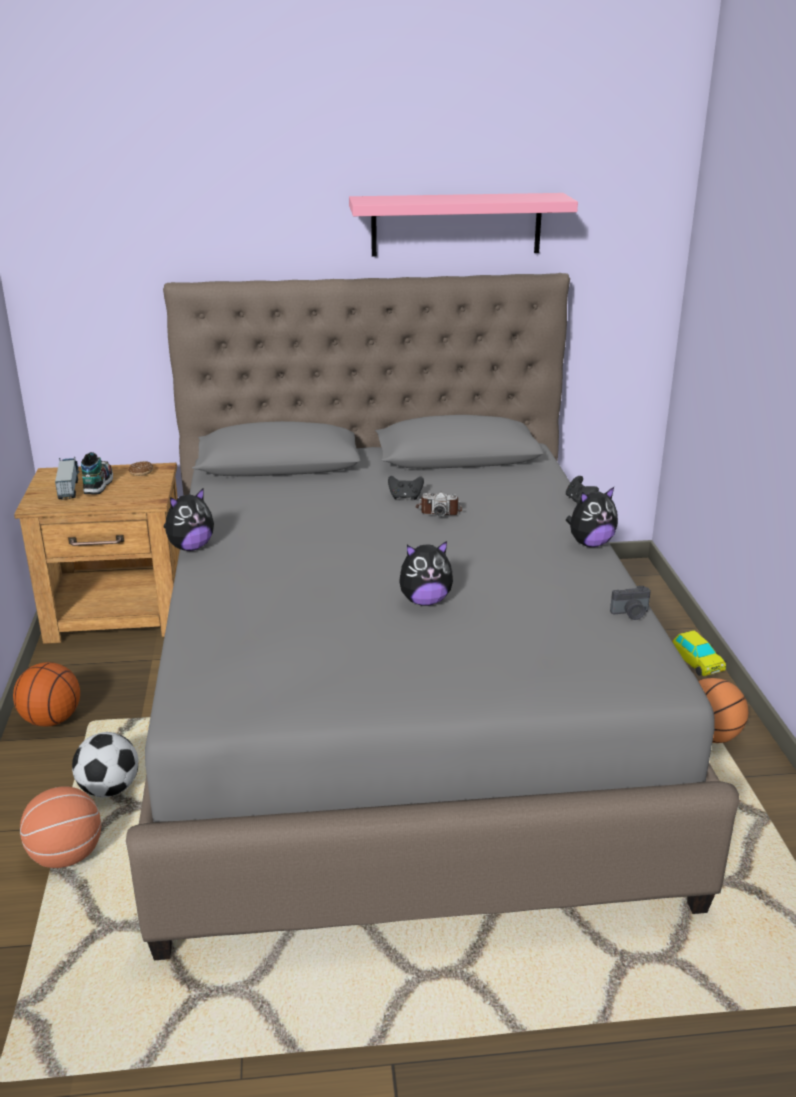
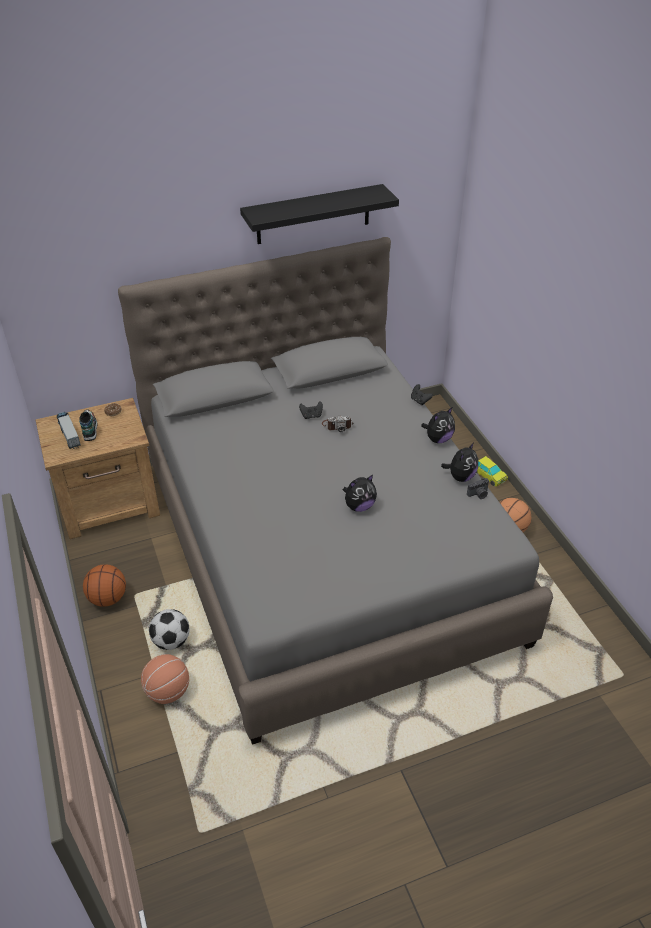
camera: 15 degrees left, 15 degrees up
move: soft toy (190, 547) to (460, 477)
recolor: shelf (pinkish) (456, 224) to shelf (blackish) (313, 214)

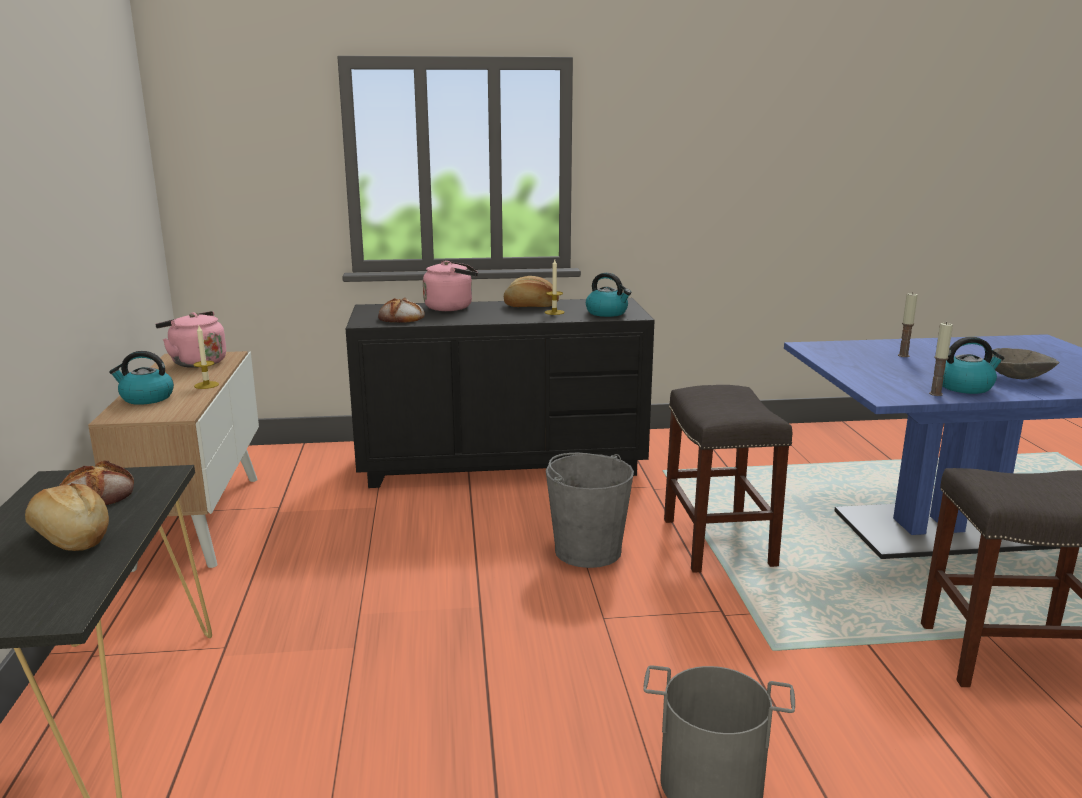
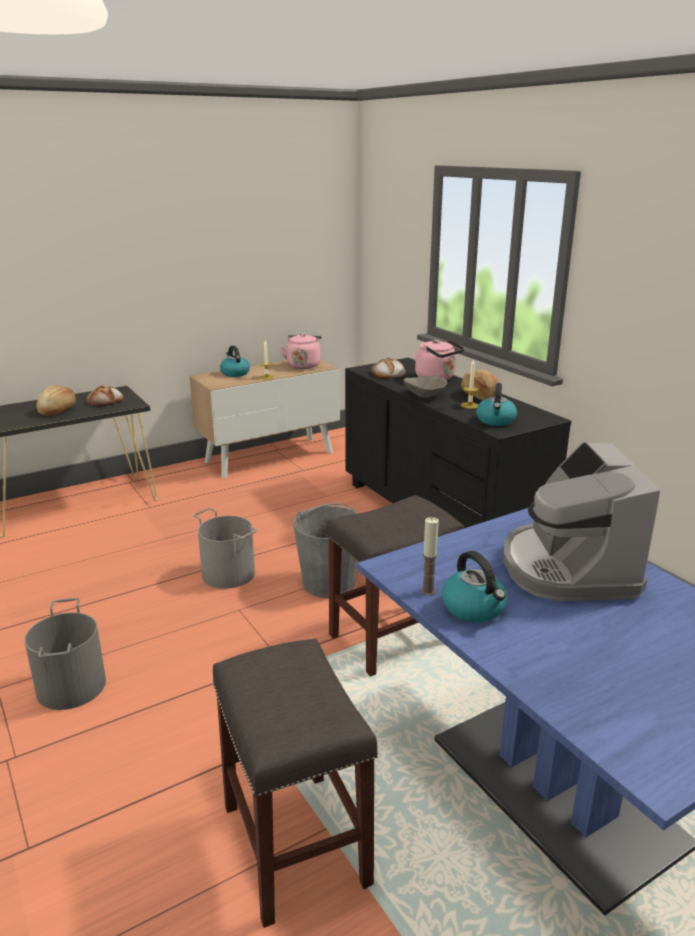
camera: 65 degrees right, 5 degrees up
insert: bucket (gray) (229, 573)
move: bowl (gray) (1017, 378) to (424, 395)
replace: wax candle (903, 355) to coffee machine (567, 568)

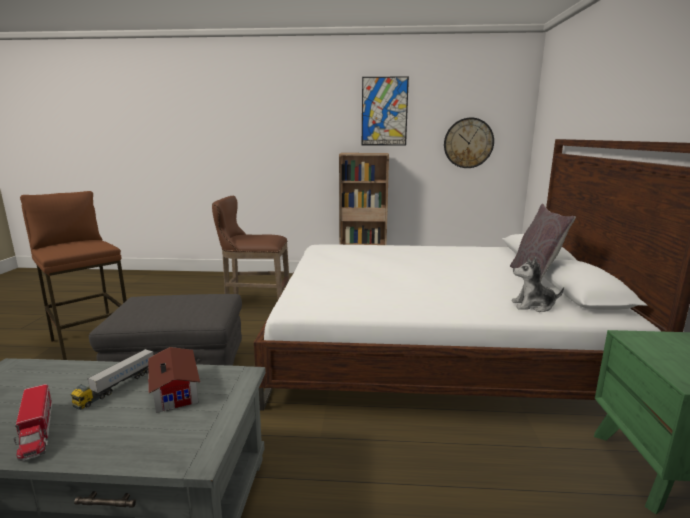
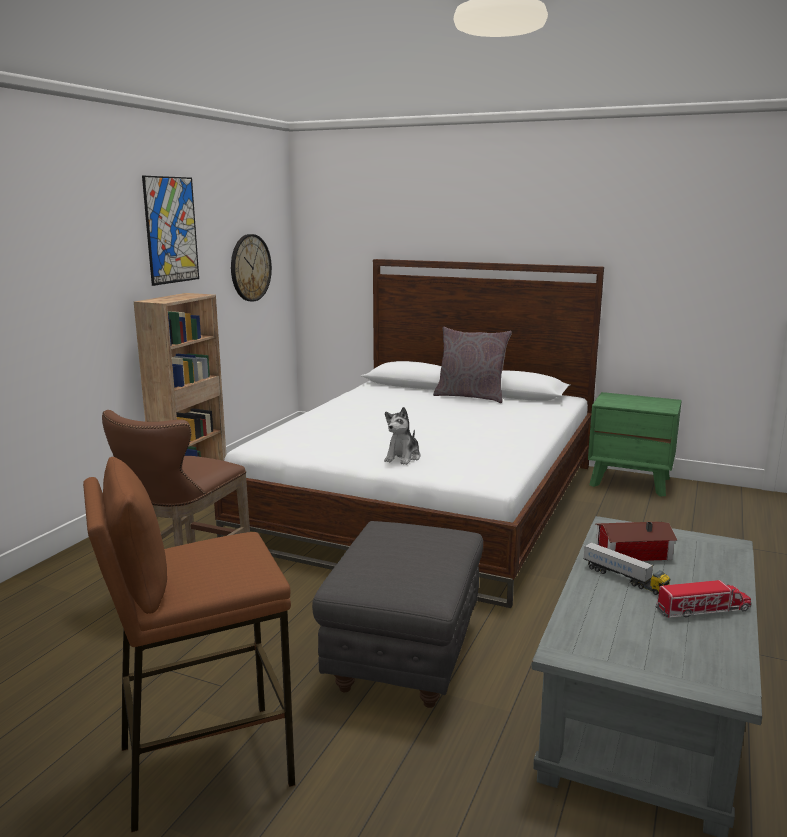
camera: 70 degrees left, 0 degrees up
move: soft toy (533, 306) to (403, 457)

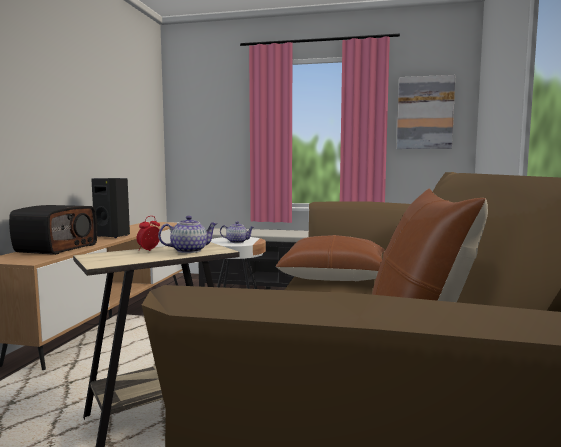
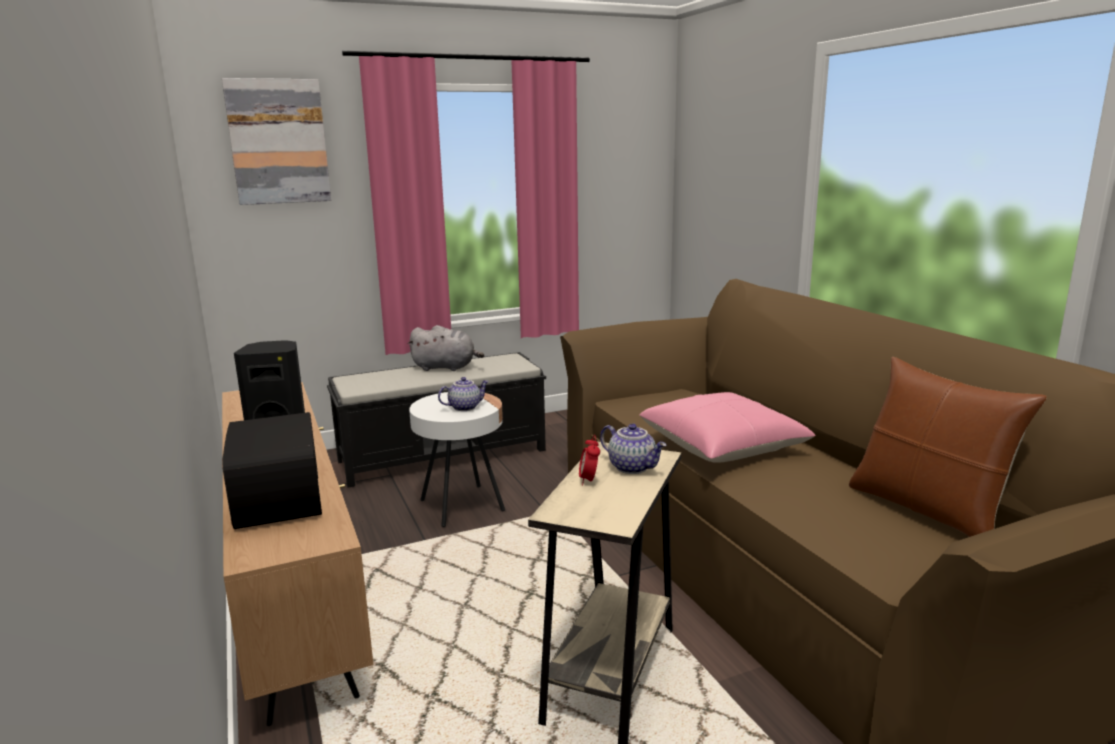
camera: 35 degrees left, 10 degrees up
insert: soft toy (gray) (446, 368)
move: picture (425, 113) to (278, 142)
recolor: throw pillow (brown-coloured) (335, 275) to throw pillow (pinkish) (722, 445)
rotate: teapot (189, 251) = (633, 467) 105 degrees clockwise

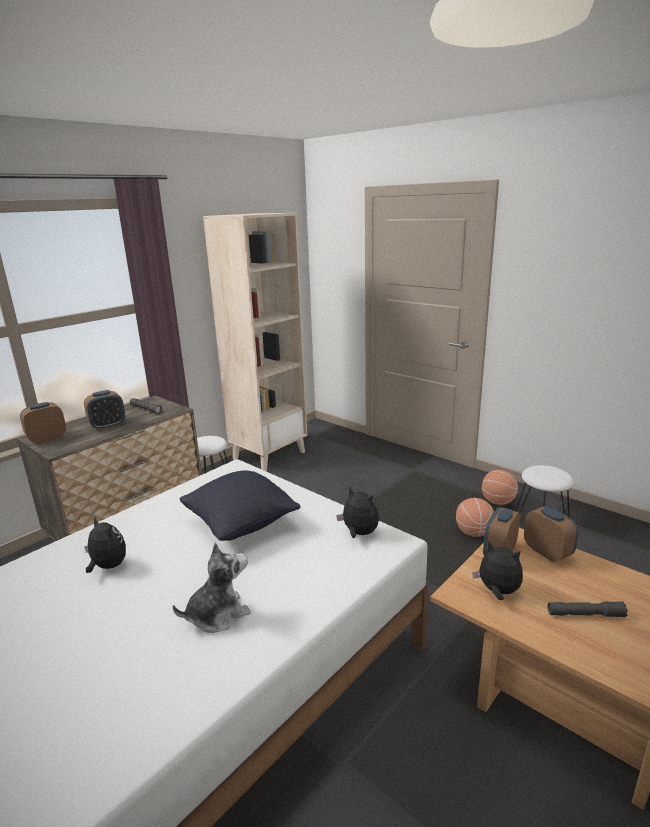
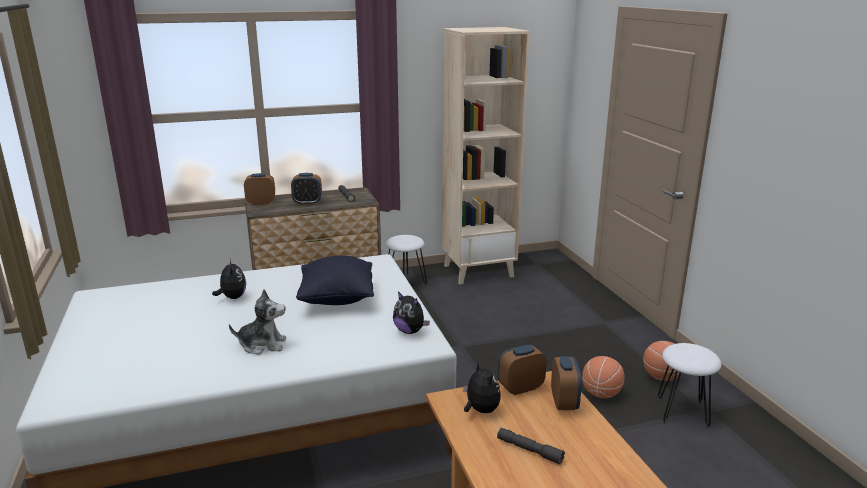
camera: 30 degrees right, 0 degrees up
rotate: soft toy (359, 533) = (410, 331) 150 degrees clockwise

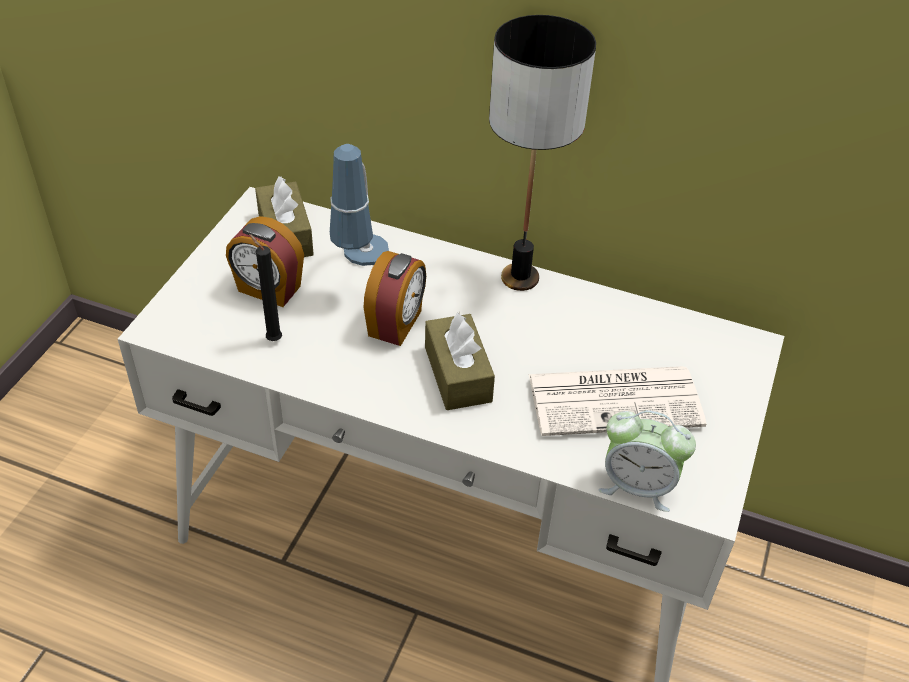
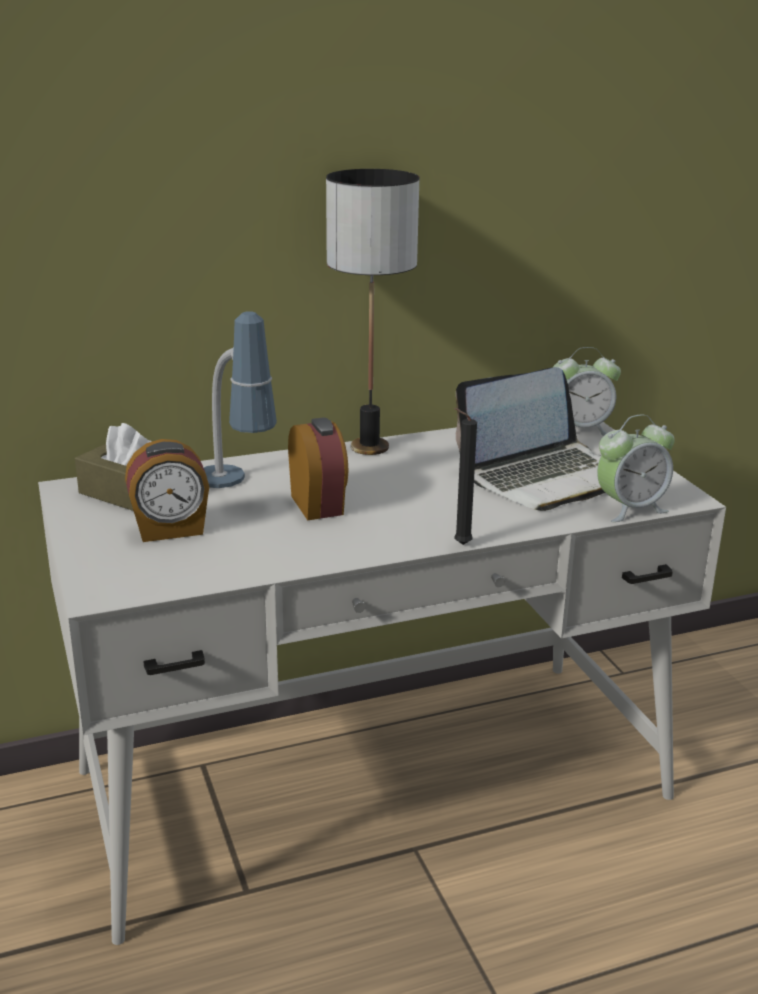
camera: 40 degrees left, 20 degrees down
delete: tissue box (brown-coloured) (458, 374)
insert: bedside clock (580, 429)
move: wax candle (blackish) (272, 339) to (459, 544)
replace: newspaper (616, 400) to laptop (544, 477)

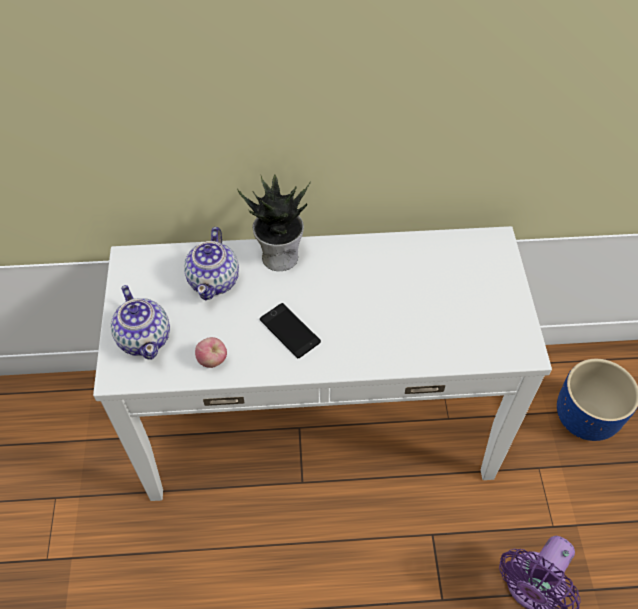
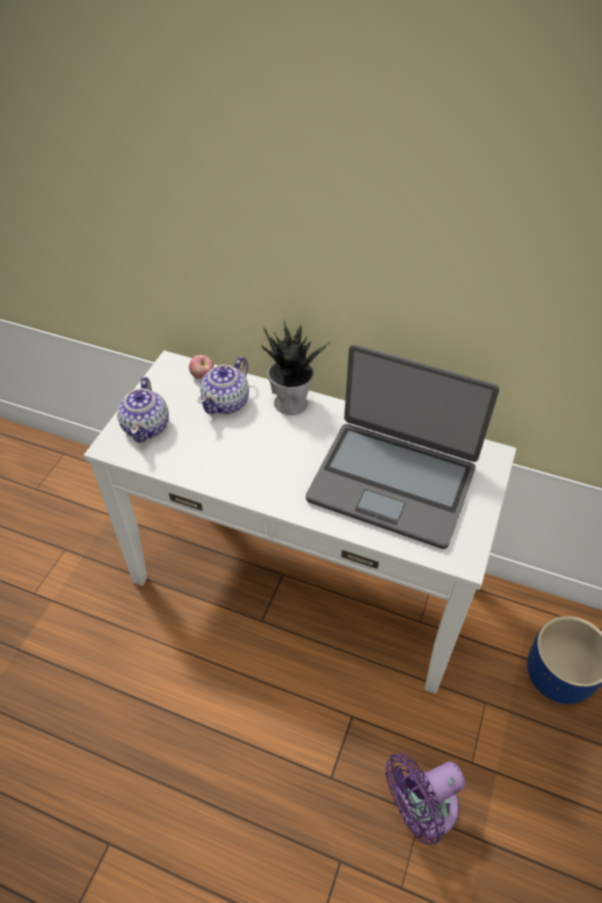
camera: 25 degrees right, 5 degrees down
delete: telephone (290, 331)
insert: laptop (392, 482)
move: apple (212, 360) to (202, 376)

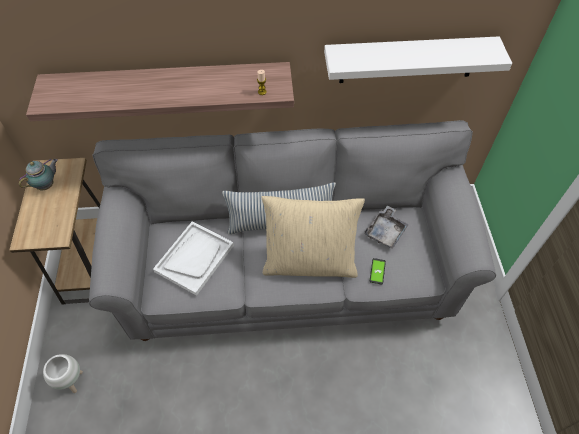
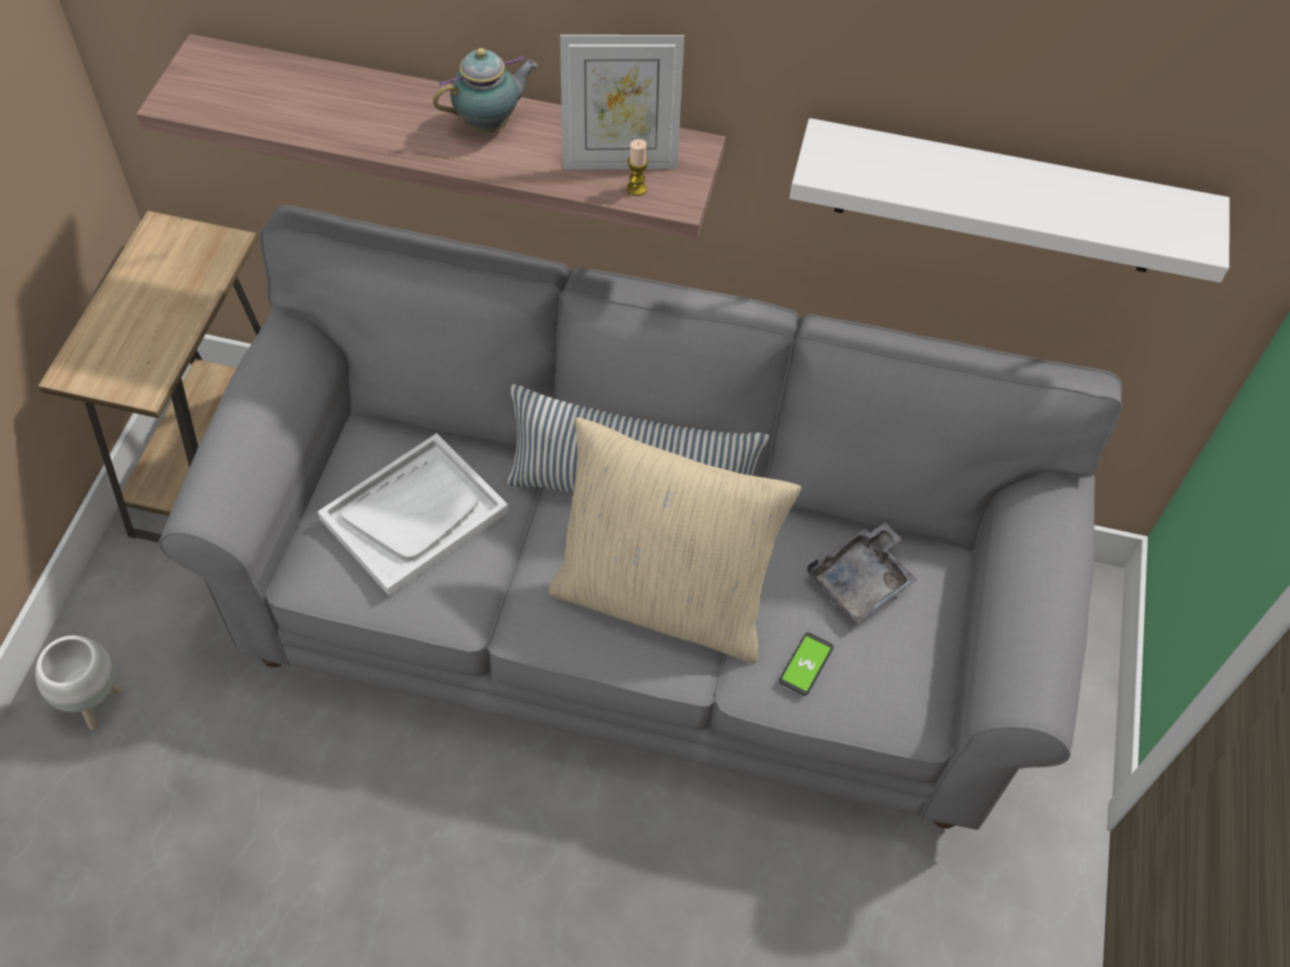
camera: 15 degrees right, 0 degrees up
insert: standing frame (619, 160)
move: teapot (47, 185) to (490, 125)

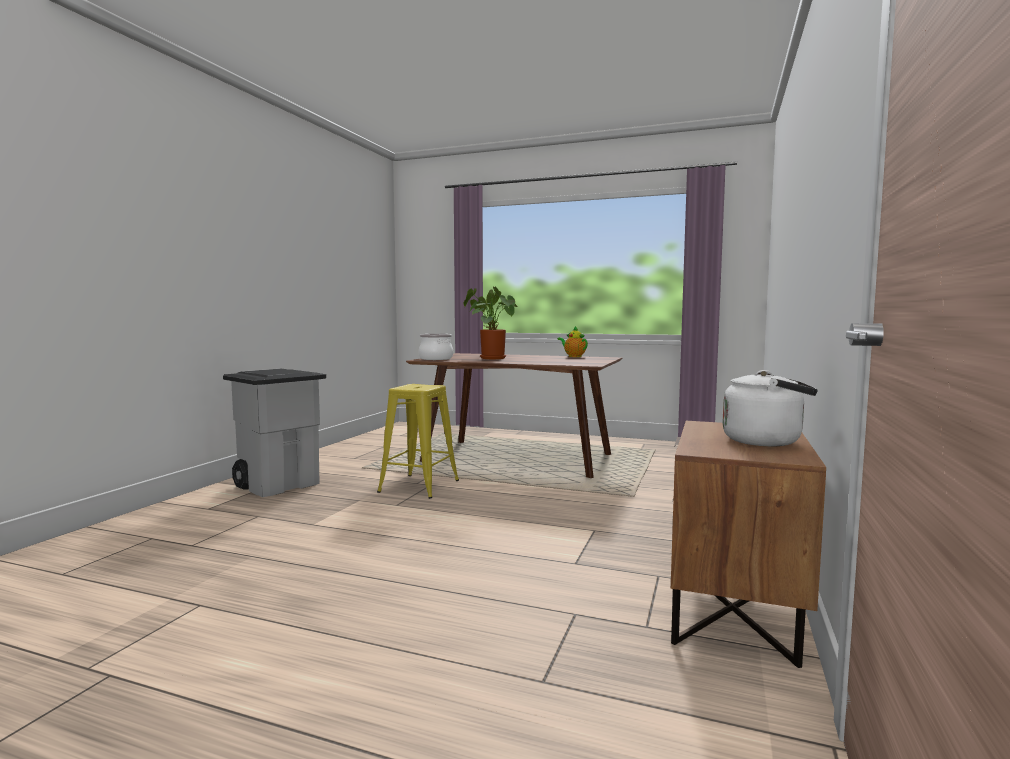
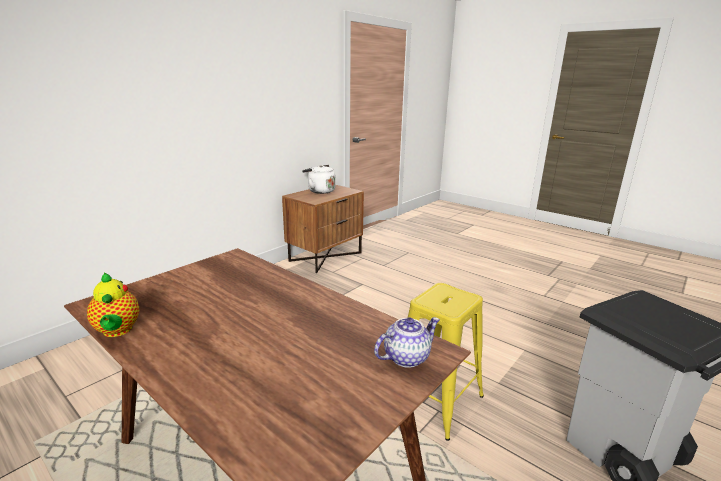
camera: 160 degrees left, 15 degrees up
delete: houseplant (490, 358)
replace: stockpot (436, 359) to teapot (406, 357)

